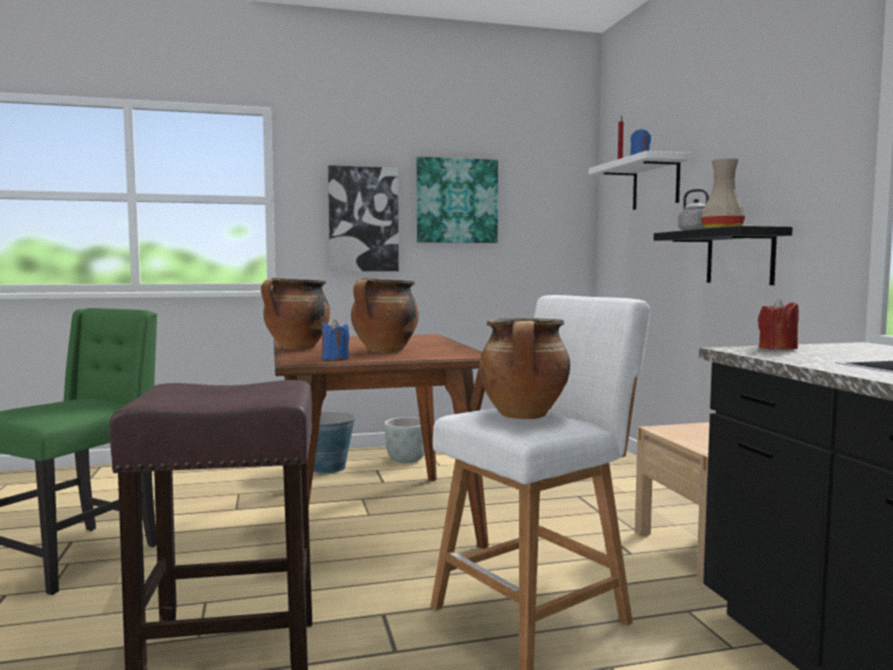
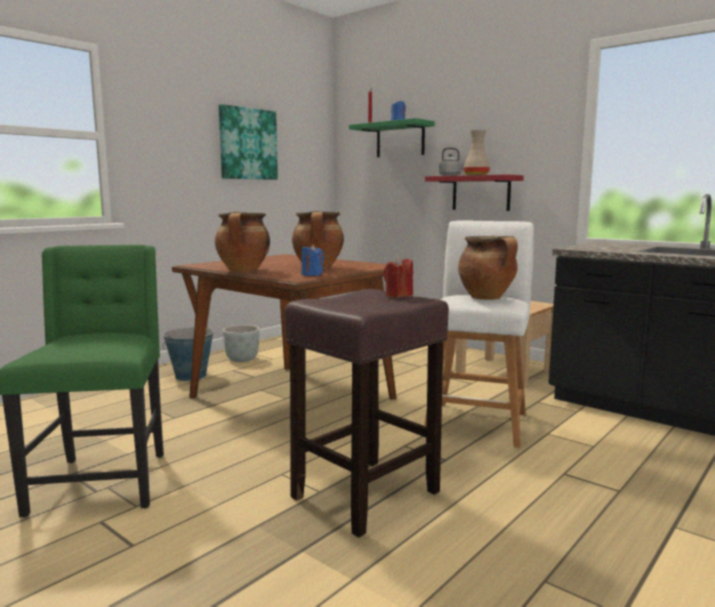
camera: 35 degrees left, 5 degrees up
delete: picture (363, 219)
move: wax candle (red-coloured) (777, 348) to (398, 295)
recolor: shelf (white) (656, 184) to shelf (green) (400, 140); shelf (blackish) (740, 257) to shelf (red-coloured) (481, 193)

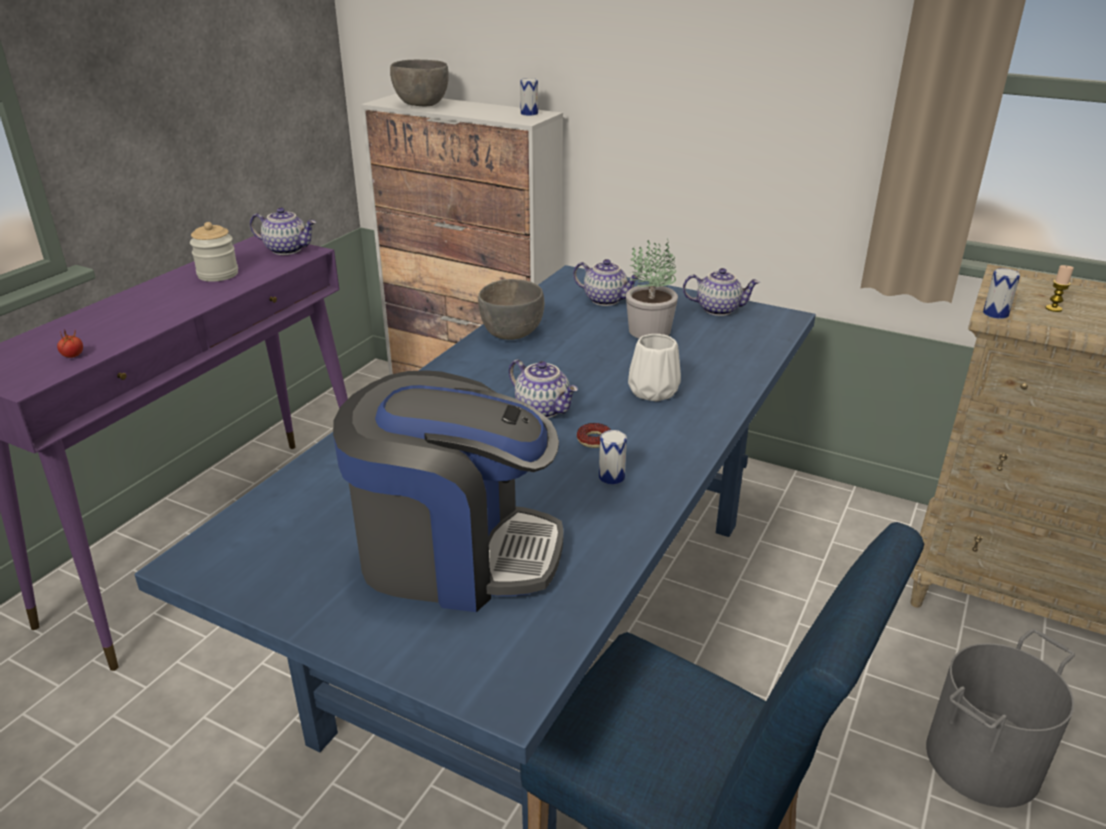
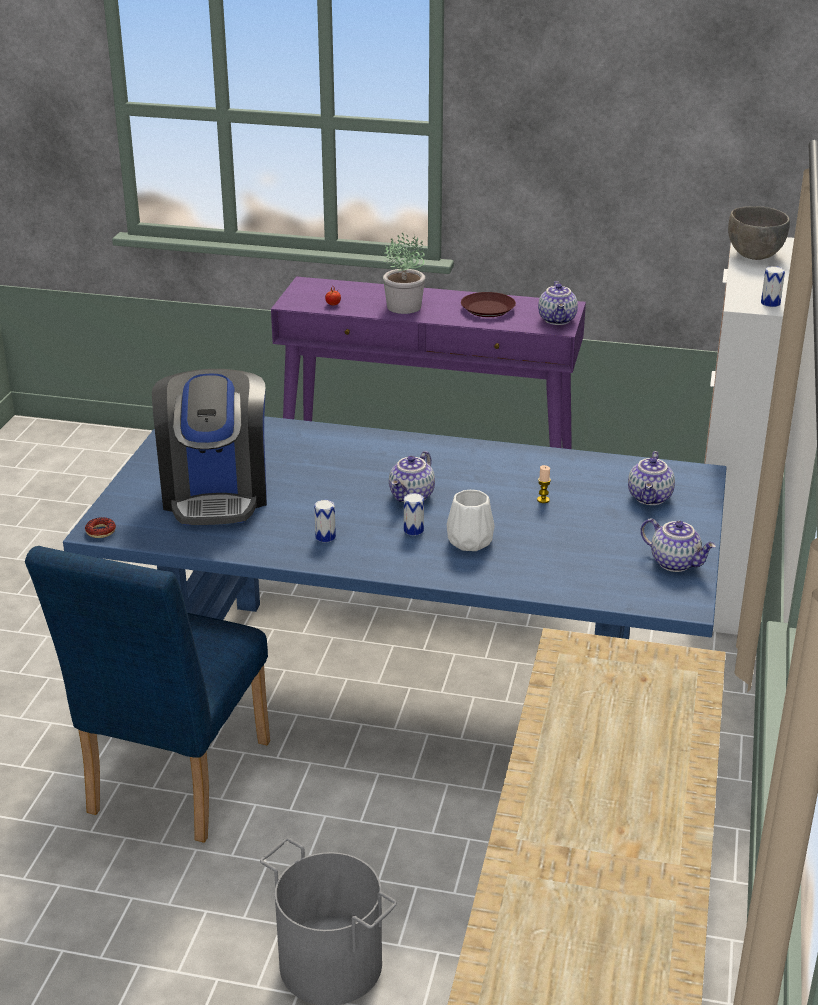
camera: 75 degrees right, 0 degrees up
delete: bowl (gray) (512, 334)
move: doughnut (594, 440) to (100, 531); houseplant (649, 330) to (405, 306); sealed can (995, 314) to (413, 530); wax candle (1053, 308) to (543, 500)
replace: jar (218, 274) to dinner plate (brown-coloured) (488, 309)
rotate: teapot (718, 309) = (676, 562) 45 degrees counterclockwise

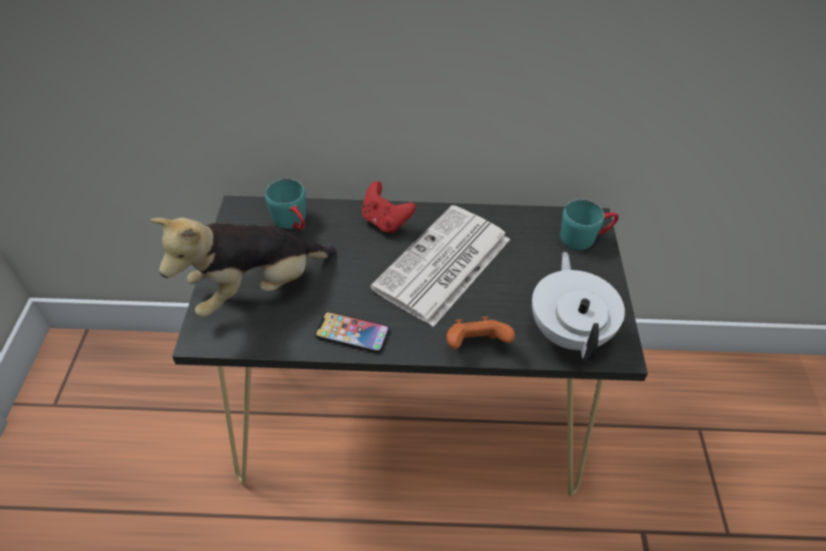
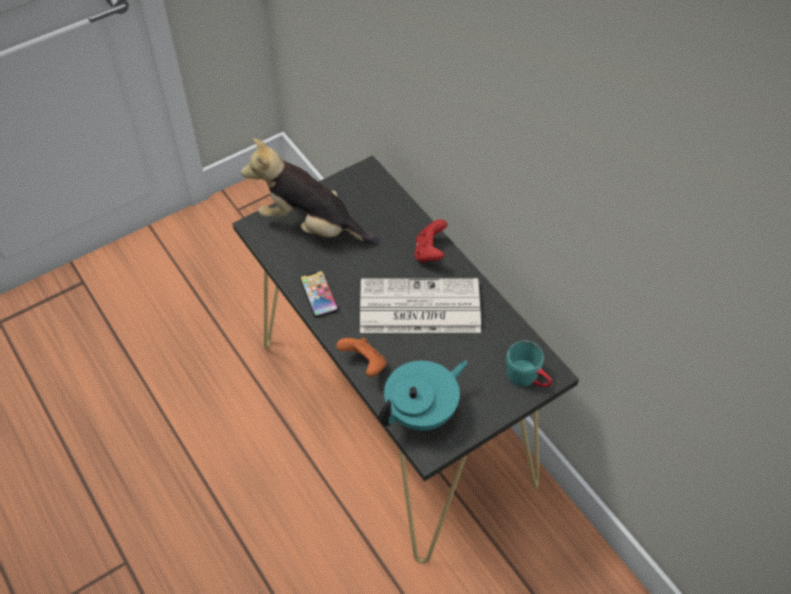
camera: 55 degrees right, 5 degrees up
delete: mug (blue-green) (293, 222)
recolor: teapot (white) (569, 331) to teapot (blue-green) (422, 412)

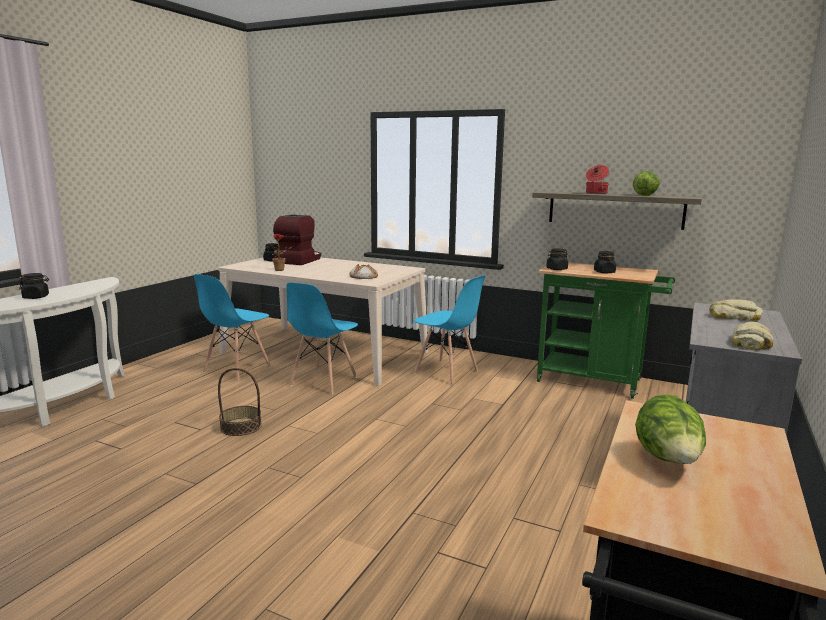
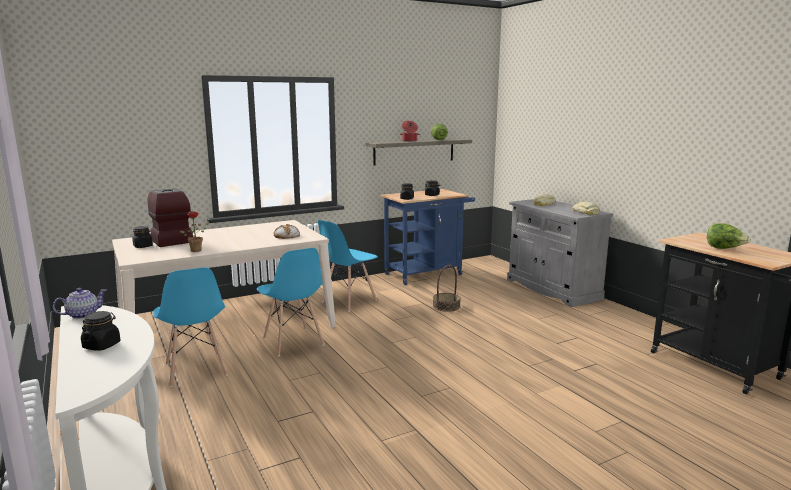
camera: 55 degrees left, 0 degrees up
insert: teapot (82, 315)
move: household basket (241, 426) to (446, 306)
recolor: trolley (green) (596, 381) to trolley (blue) (427, 273)
rotate: chair (blue) (446, 372) = (348, 301) 150 degrees clockwise

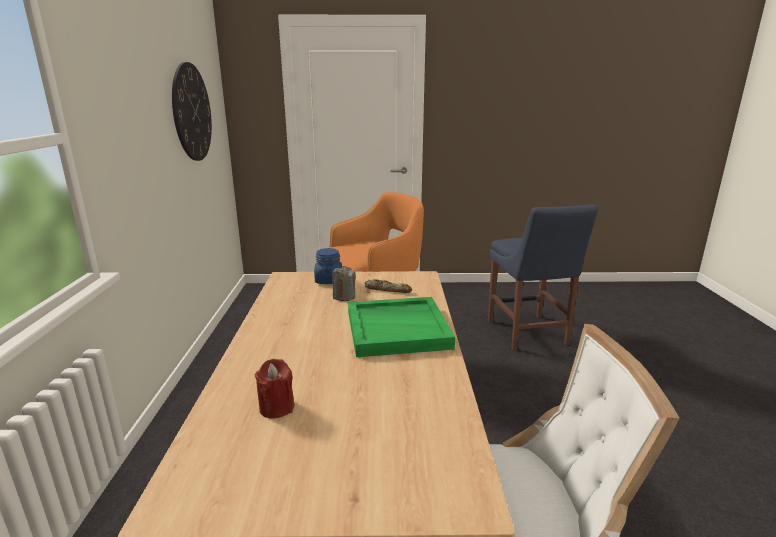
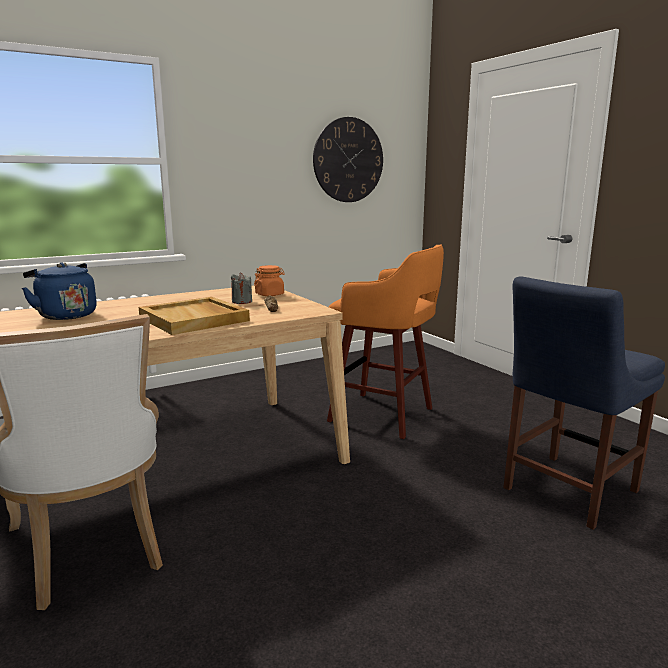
camera: 60 degrees right, 5 degrees down
replace: wax candle (red-coloured) (276, 407) to tea kettle (blue) (65, 315)
recolor: jar (blue) (328, 280) to jar (orange) (269, 294); serving tray (green) (398, 329) to serving tray (beige) (195, 319)

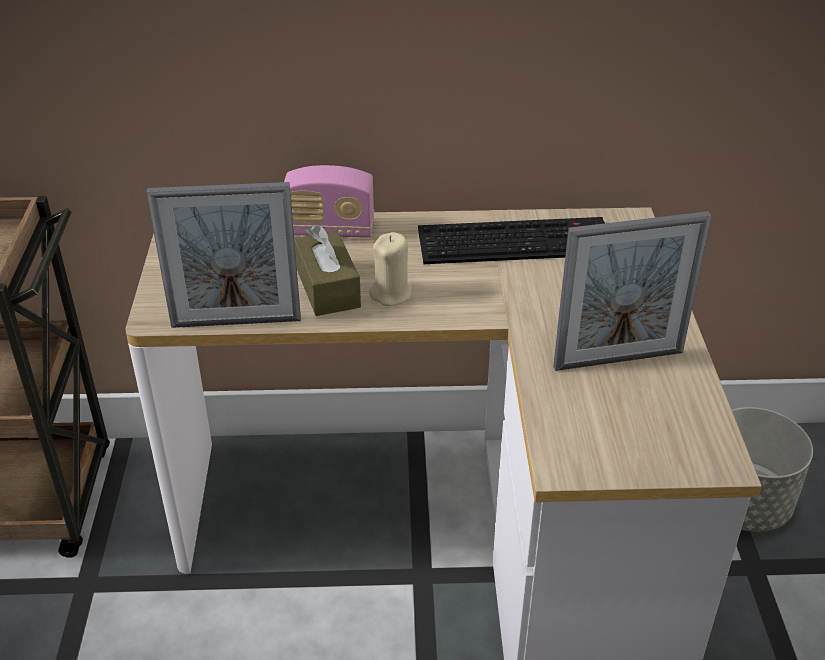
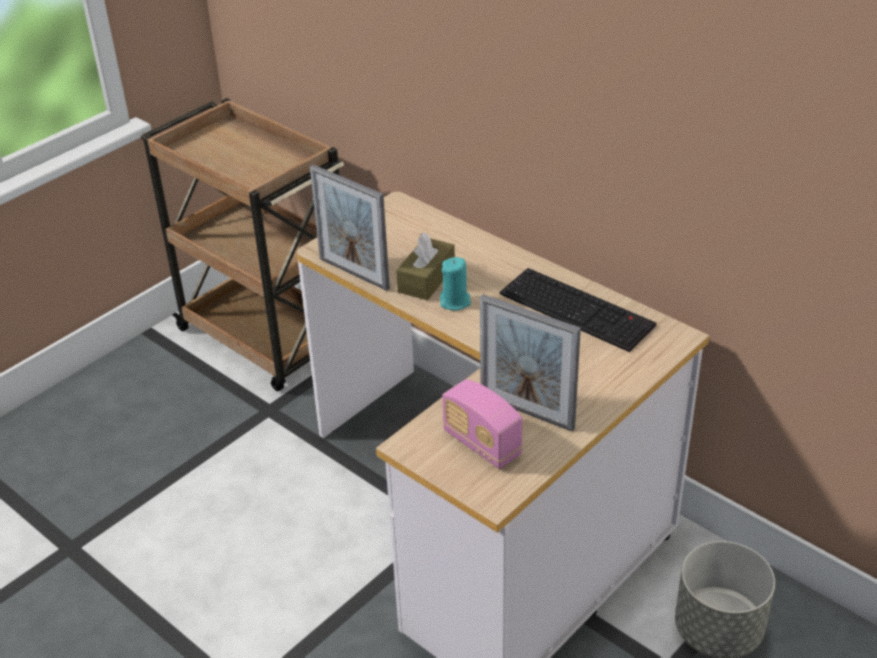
camera: 45 degrees right, 0 degrees up
move: radio receiver (330, 230) to (482, 444)
recolor: wax candle (beige) (391, 294) to wax candle (blue-green) (455, 302)

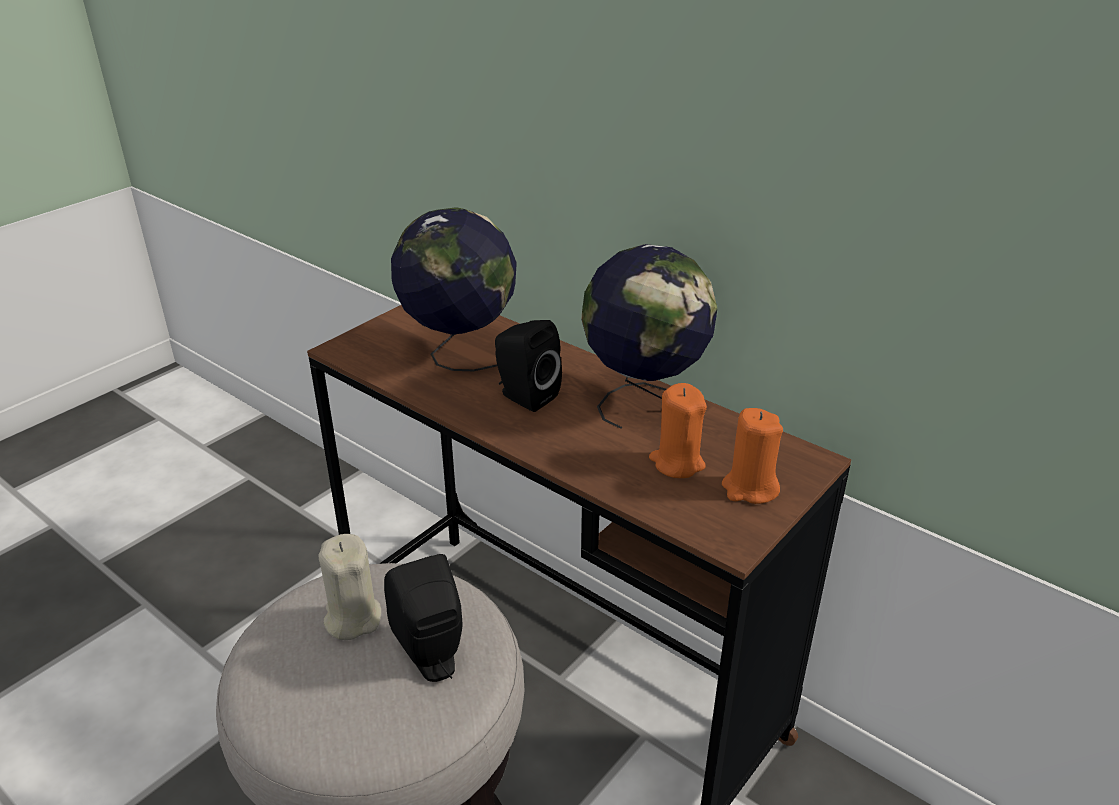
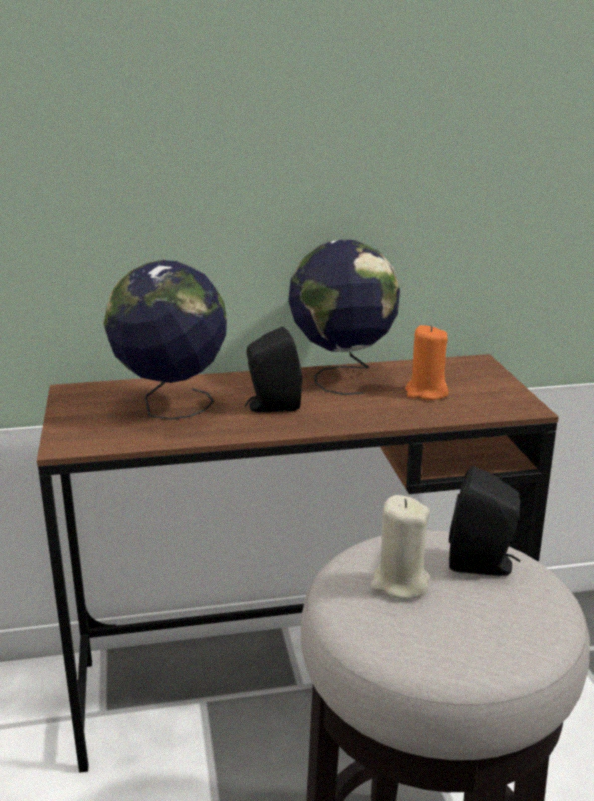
camera: 50 degrees left, 10 degrees down
delete: wax candle (orange) (749, 488)

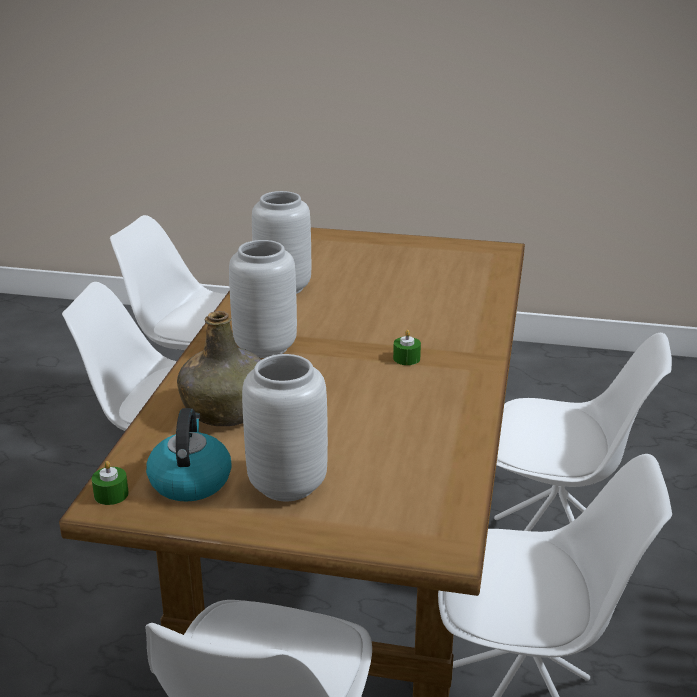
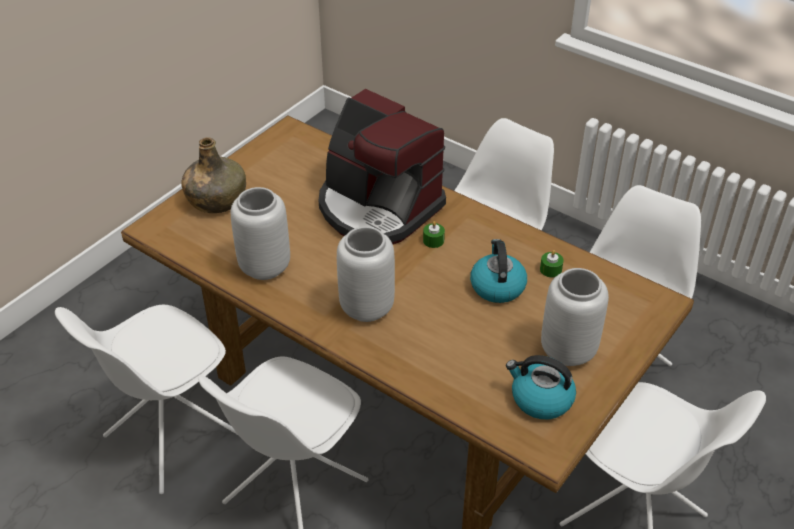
camera: 65 degrees left, 15 degrees up
insert: coffee machine (378, 208); tea kettle (497, 286)
move: wax candle (green) (111, 494) to (550, 269); drink bottle (green) (226, 410) to (216, 200)

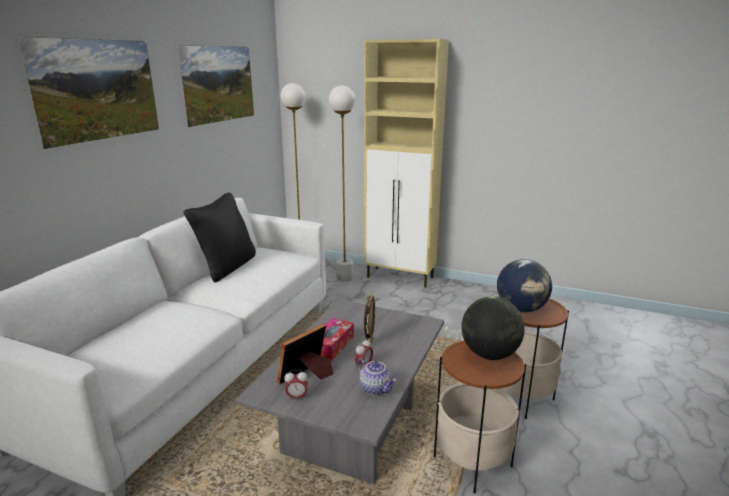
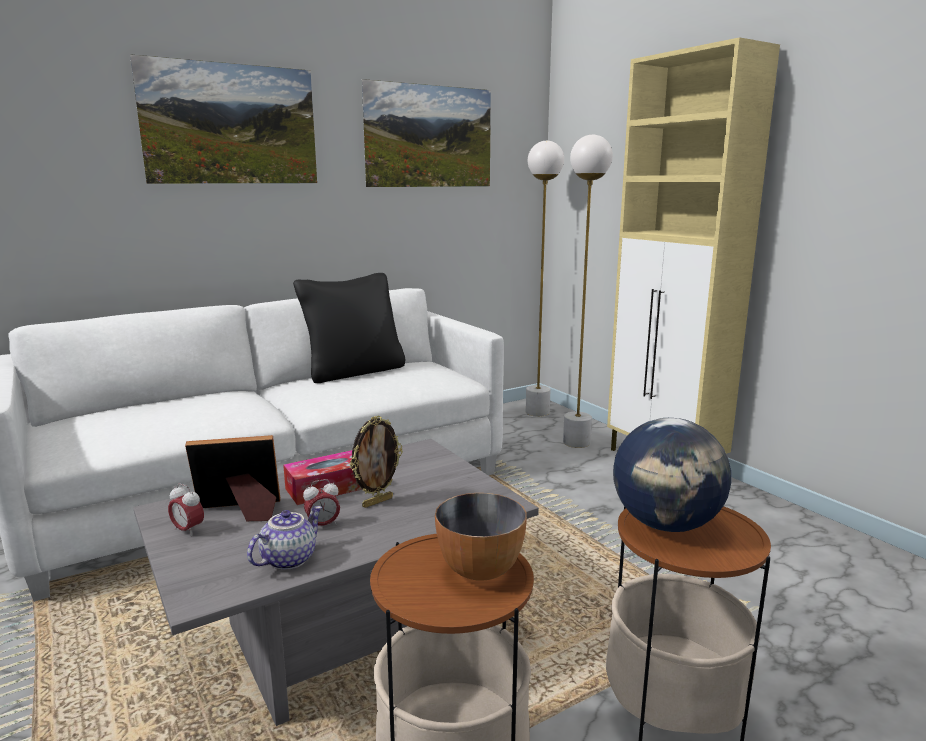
camera: 35 degrees right, 5 degrees down
replace: desk globe (489, 354) to bowl (479, 570)
rotate: teapot (376, 388) = (288, 559) 135 degrees counterclockwise

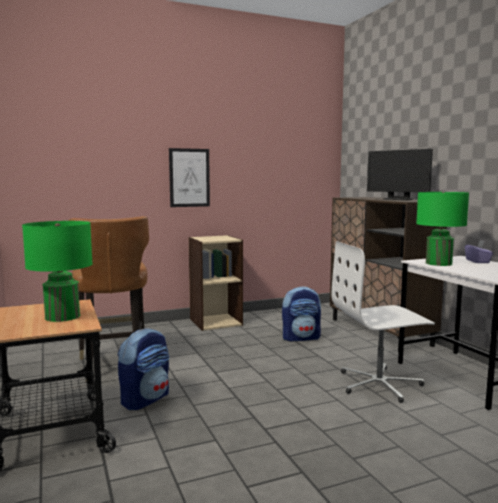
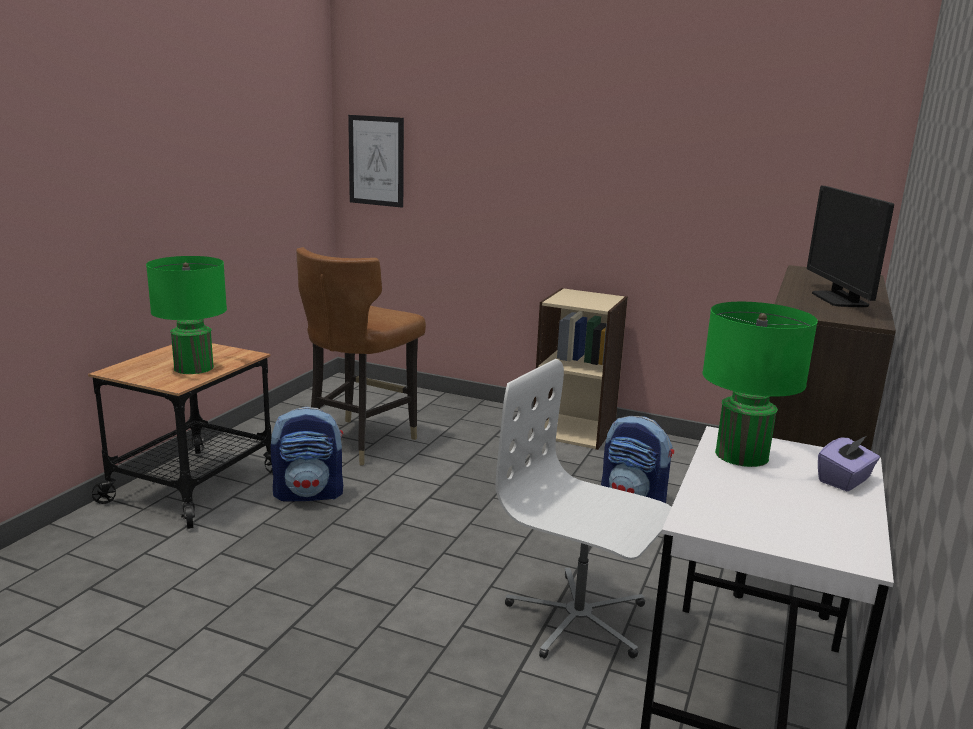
camera: 45 degrees right, 10 degrees up
move: picture (189, 177) to (376, 161)

